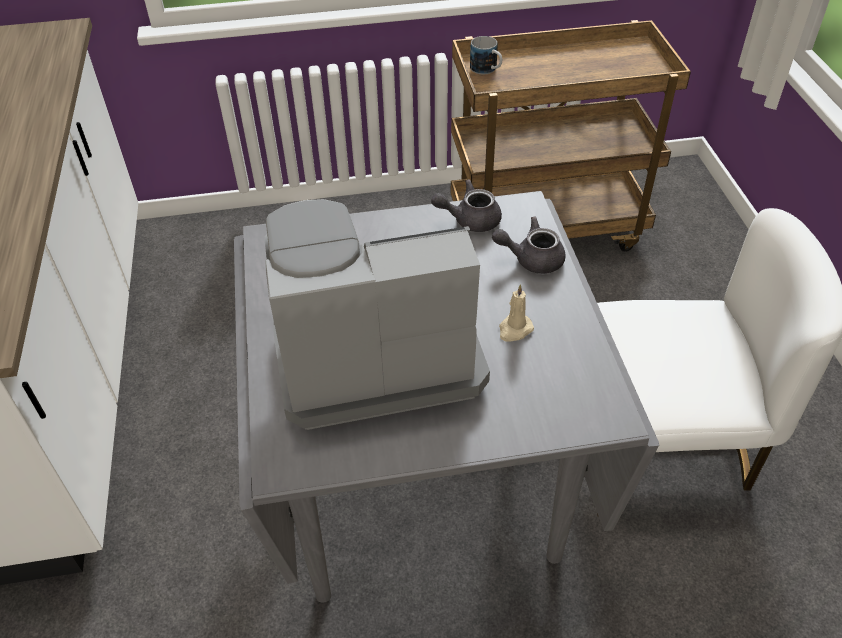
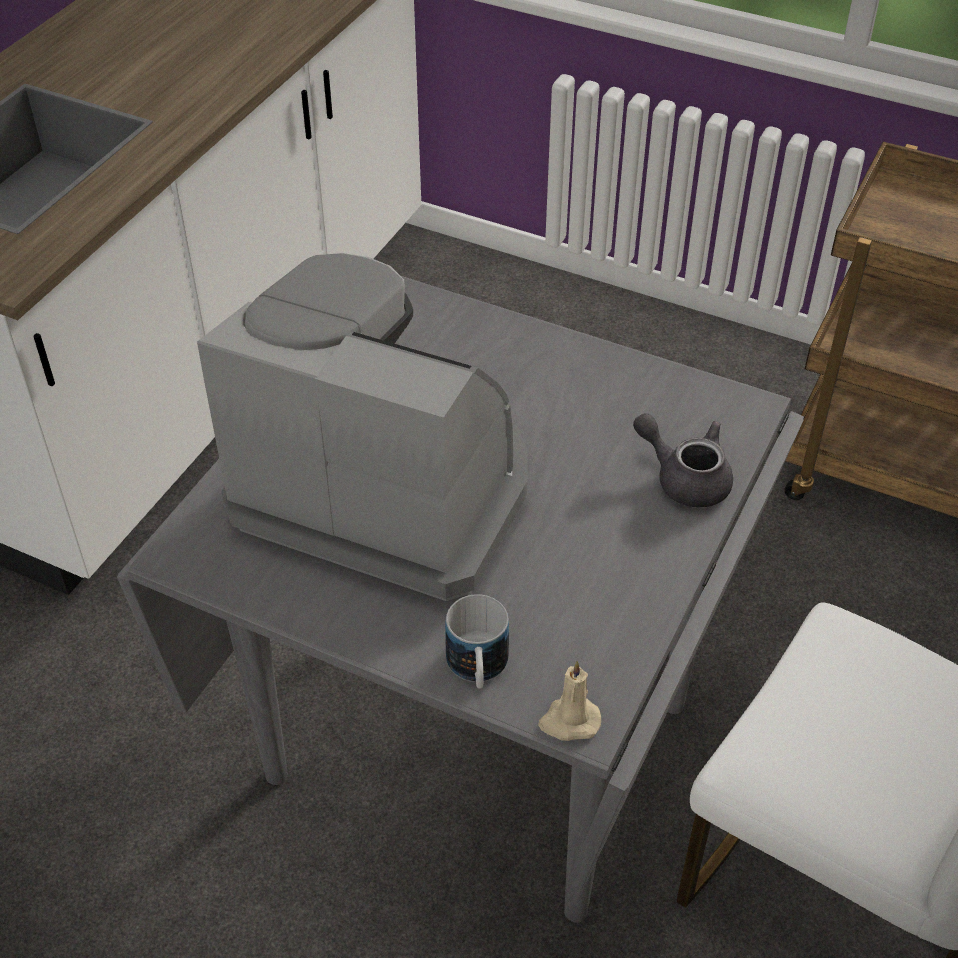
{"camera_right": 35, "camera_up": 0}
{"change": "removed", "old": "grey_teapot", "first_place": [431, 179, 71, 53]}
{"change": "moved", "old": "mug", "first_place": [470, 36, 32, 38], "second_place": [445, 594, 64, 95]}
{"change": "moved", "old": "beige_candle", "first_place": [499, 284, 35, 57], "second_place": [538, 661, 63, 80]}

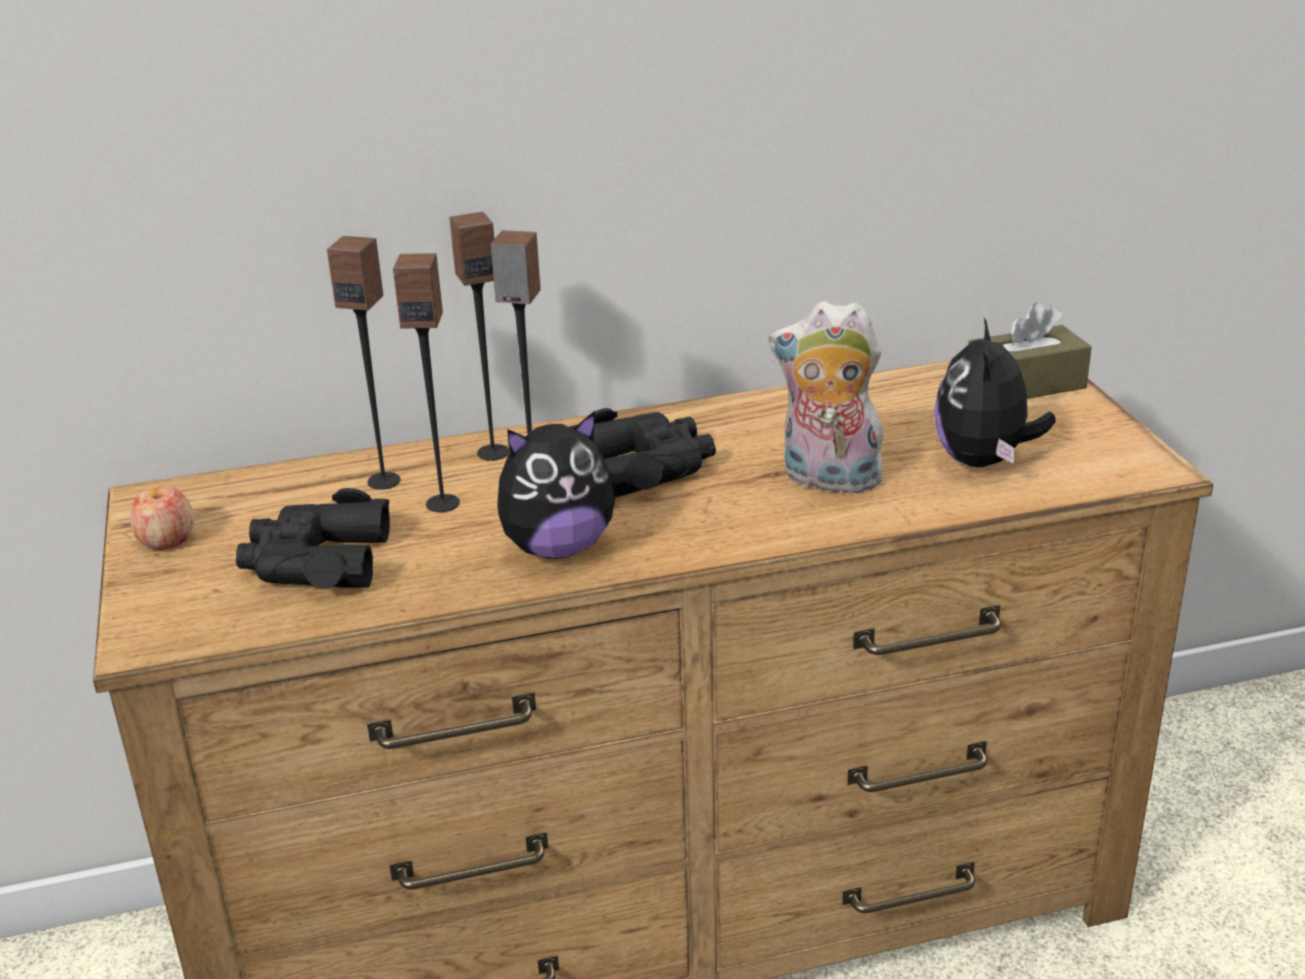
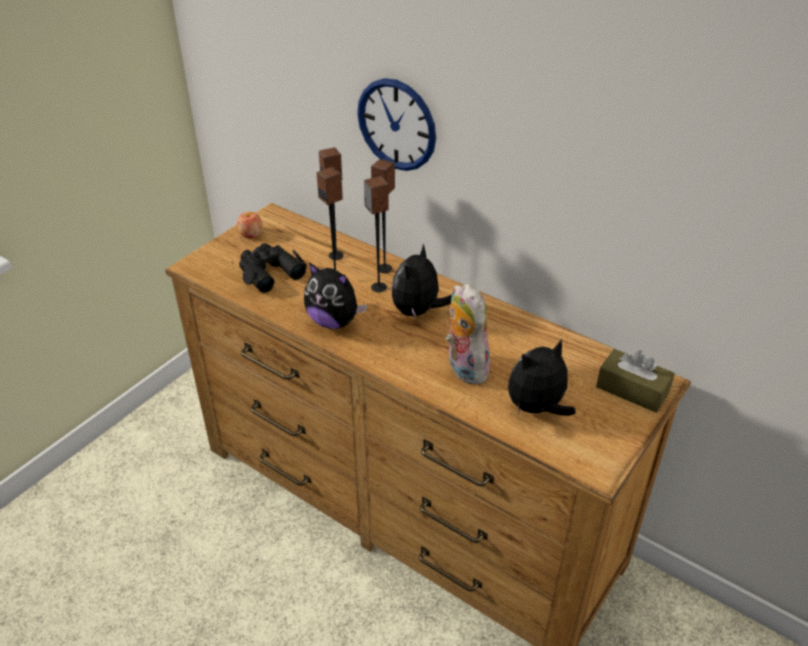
{"camera_right": 50, "camera_up": 10}
{"change": "replaced", "old": "black_binoculars", "new": "plush_toy", "first_place": [570, 408, 146, 89], "second_place": [392, 244, 60, 76]}
{"change": "added", "new": "wall_clock", "second_place": [357, 78, 79, 93]}

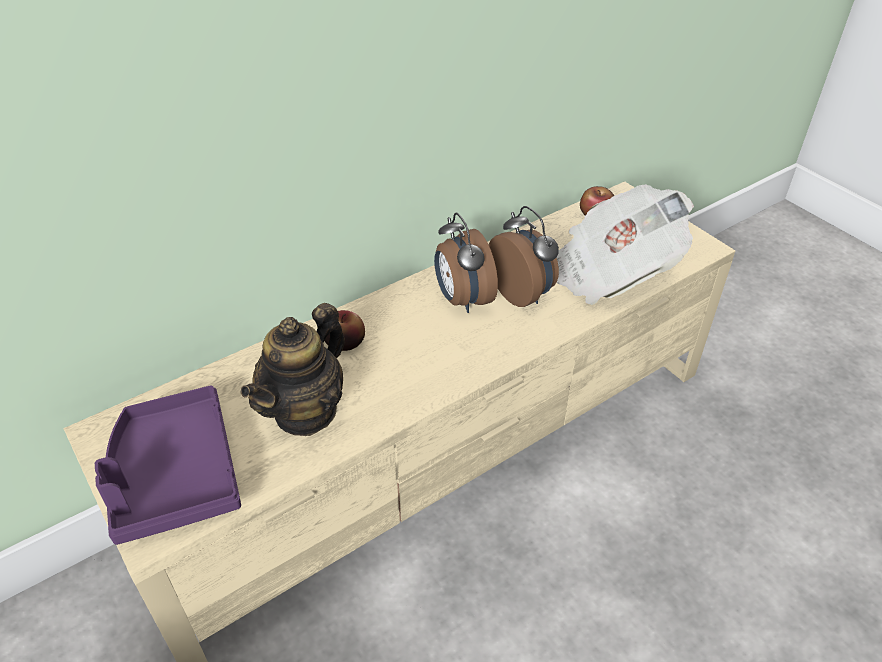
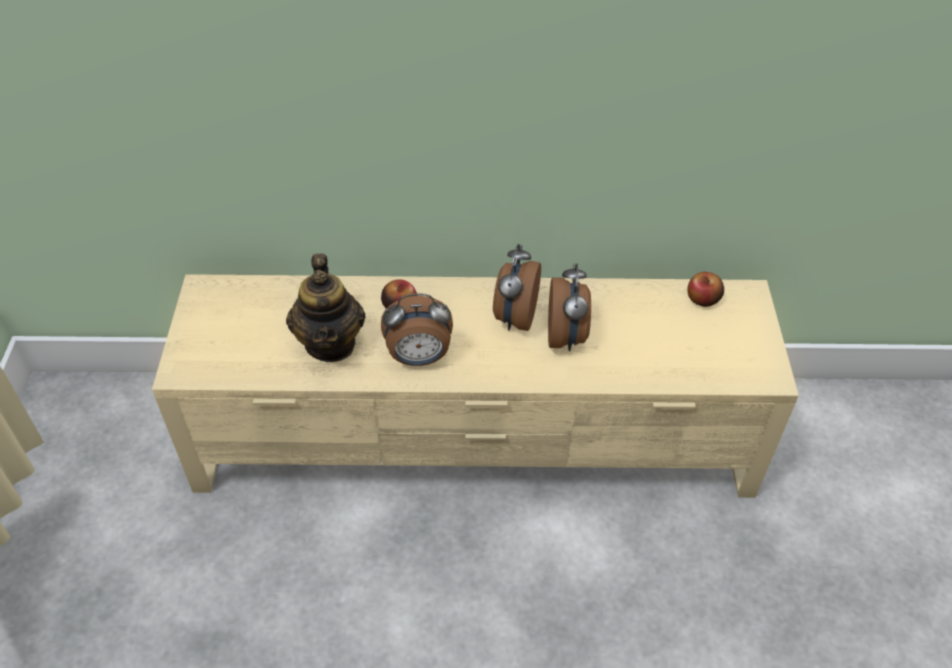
{"camera_right": 35, "camera_up": 5}
{"change": "removed", "old": "purple_tray", "first_place": [95, 385, 146, 160]}
{"change": "turned", "old": "teapot", "first_place": [240, 303, 105, 133], "second_place": [286, 253, 80, 109], "degrees": -75}
{"change": "removed", "old": "newspaper", "first_place": [556, 184, 138, 121]}
{"change": "added", "new": "alarm_clock", "second_place": [381, 293, 72, 73]}

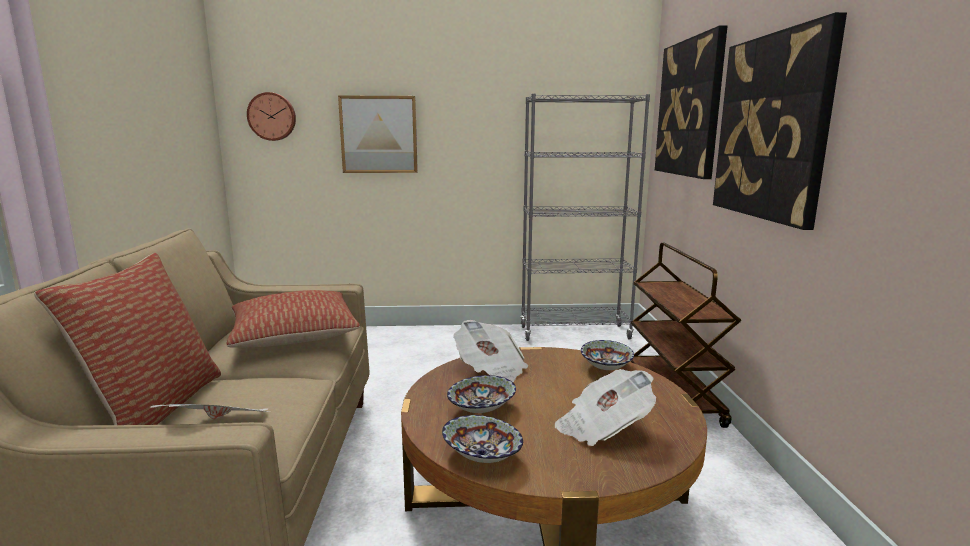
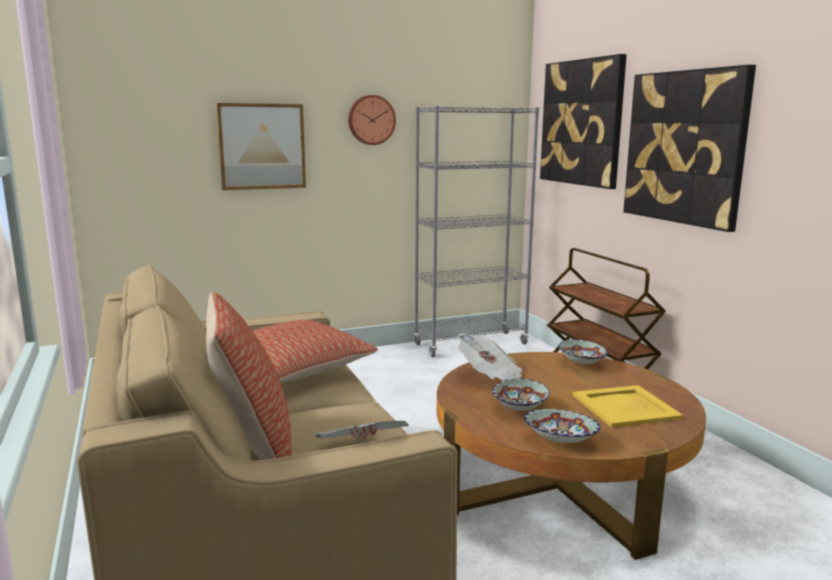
{"camera_right": -20, "camera_up": 0}
{"change": "moved", "old": "wall_clock", "first_place": [247, 92, 49, 49], "second_place": [348, 95, 48, 50]}
{"change": "replaced", "old": "newspaper", "new": "yellow_tray", "first_place": [555, 369, 101, 77], "second_place": [573, 385, 110, 43]}

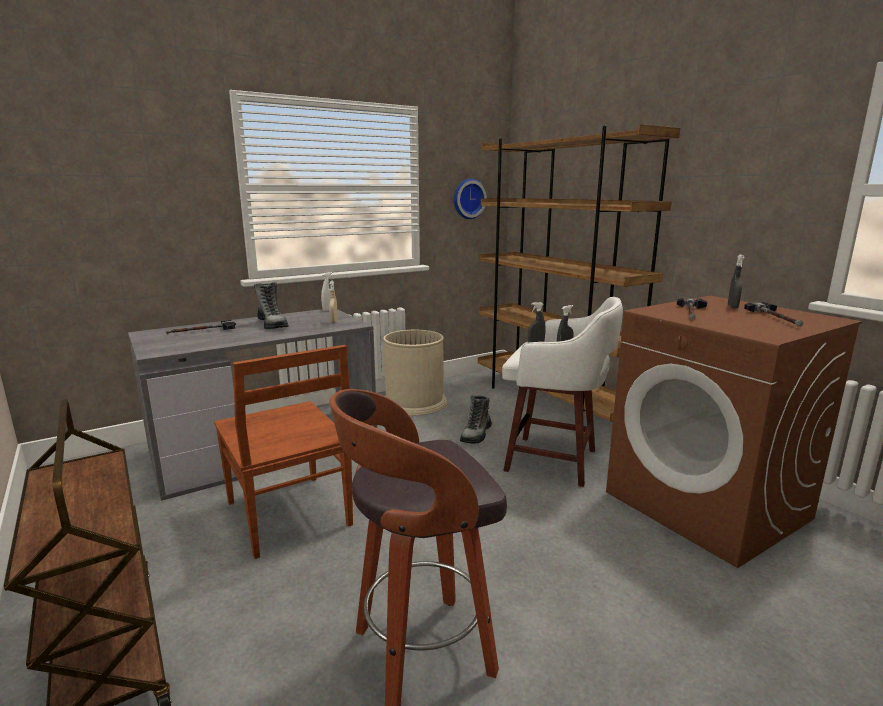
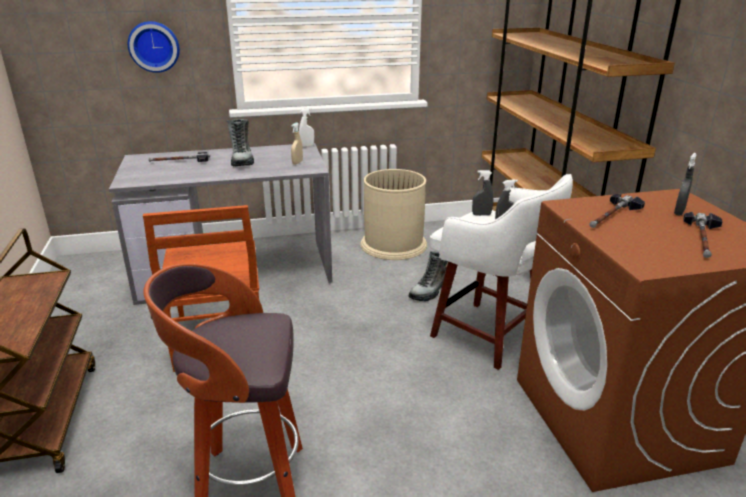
{"camera_right": 20, "camera_up": 10}
{"change": "moved", "old": "wall_clock", "first_place": [454, 179, 33, 40], "second_place": [128, 21, 52, 52]}

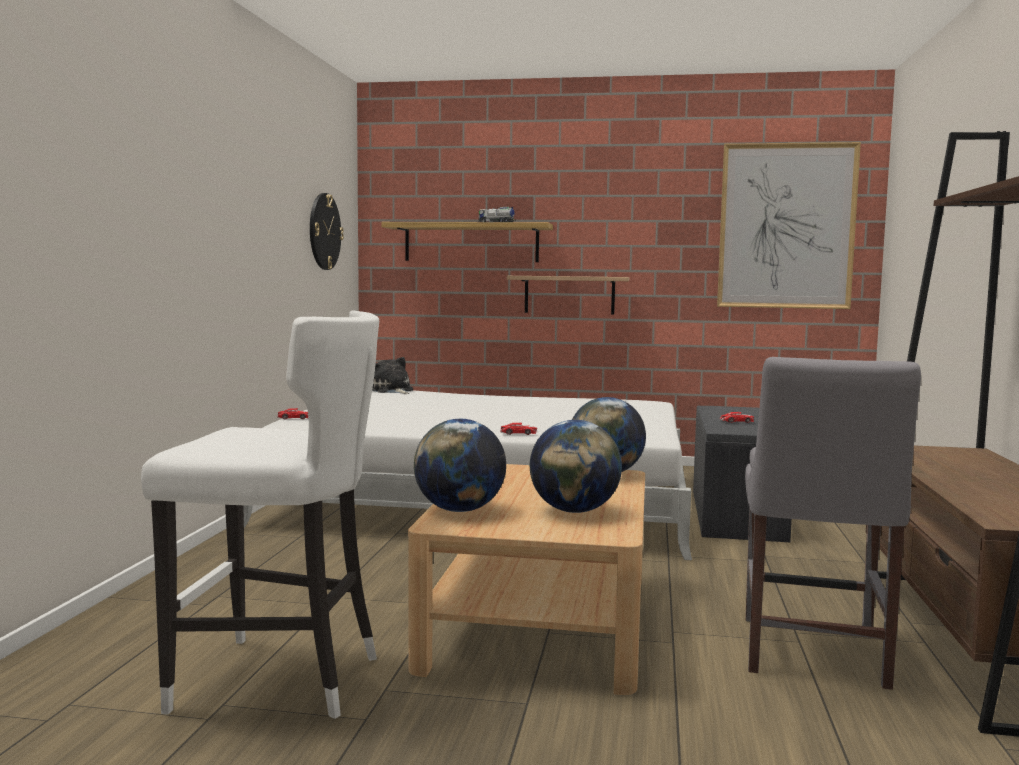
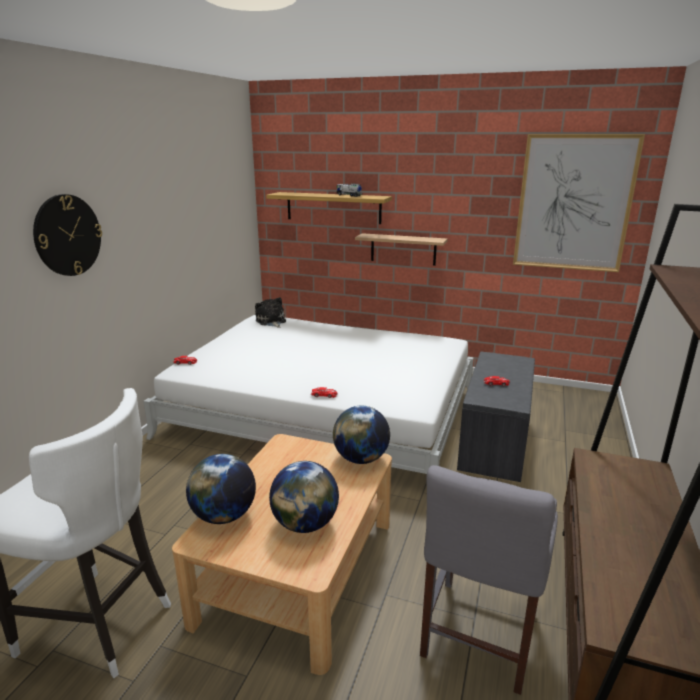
{"camera_right": 10, "camera_up": 15}
{"change": "moved", "old": "wall_clock", "first_place": [310, 193, 34, 77], "second_place": [33, 194, 69, 82]}

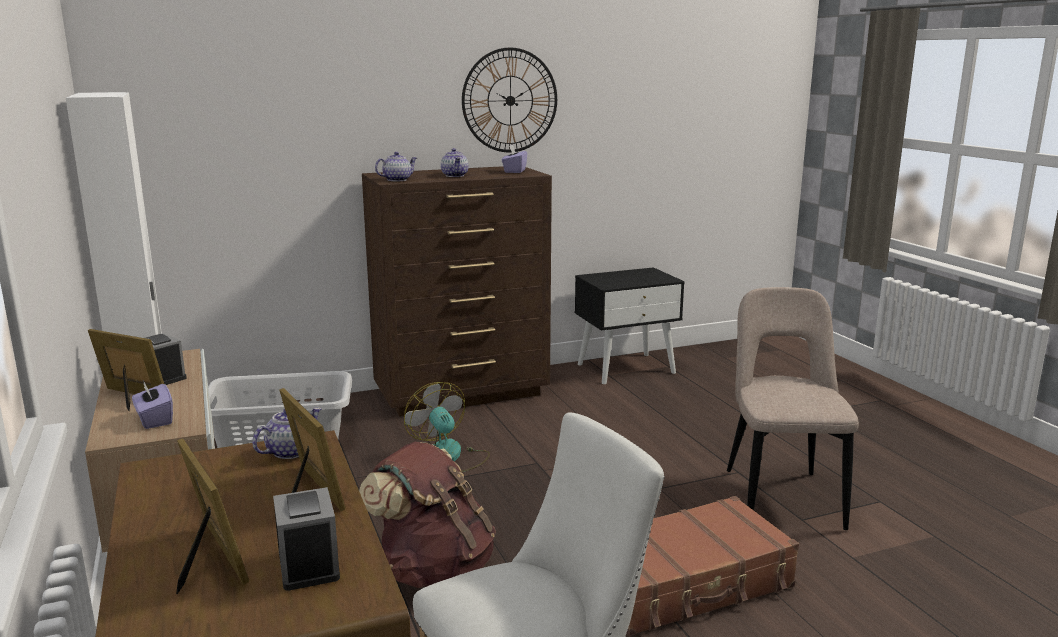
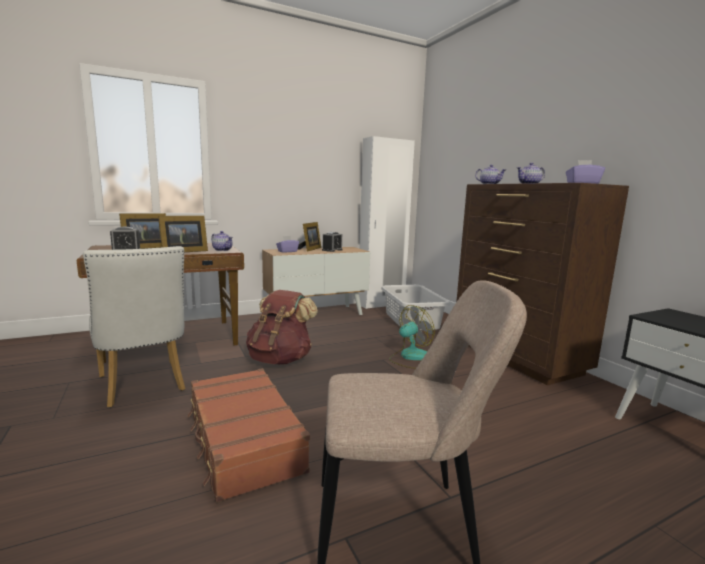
{"camera_right": 85, "camera_up": -5}
{"change": "removed", "old": "wall_clock", "first_place": [462, 47, 95, 105]}

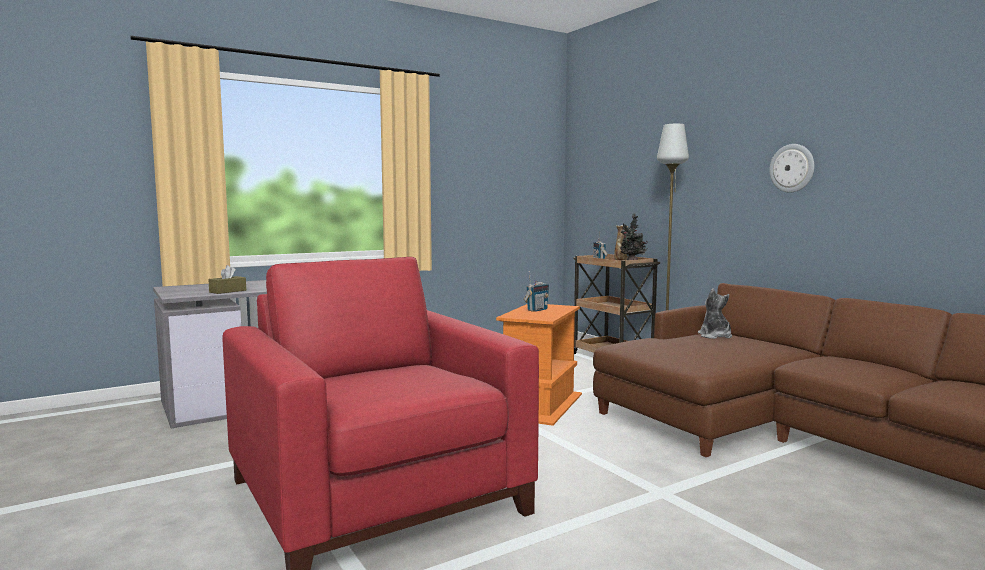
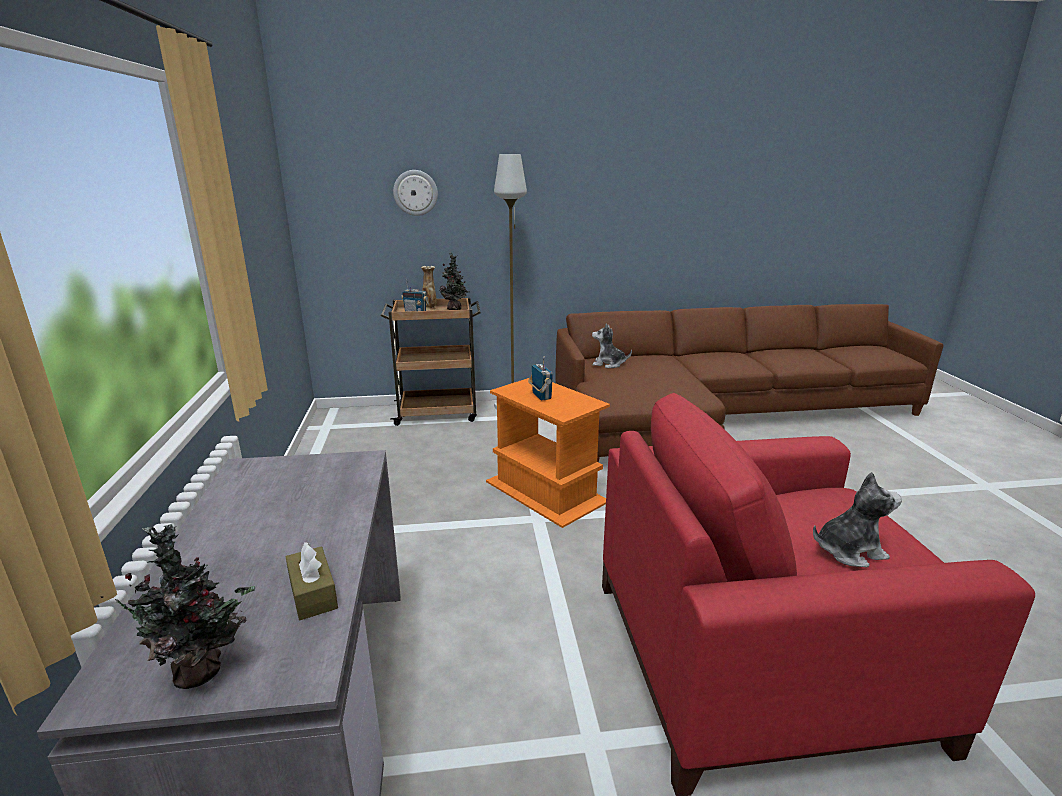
{"camera_right": -65, "camera_up": 15}
{"change": "moved", "old": "wall_clock", "first_place": [769, 144, 45, 49], "second_place": [393, 170, 45, 46]}
{"change": "added", "new": "potted_plant", "second_place": [100, 524, 155, 165]}
{"change": "added", "new": "plush_toy", "second_place": [813, 472, 89, 95]}

